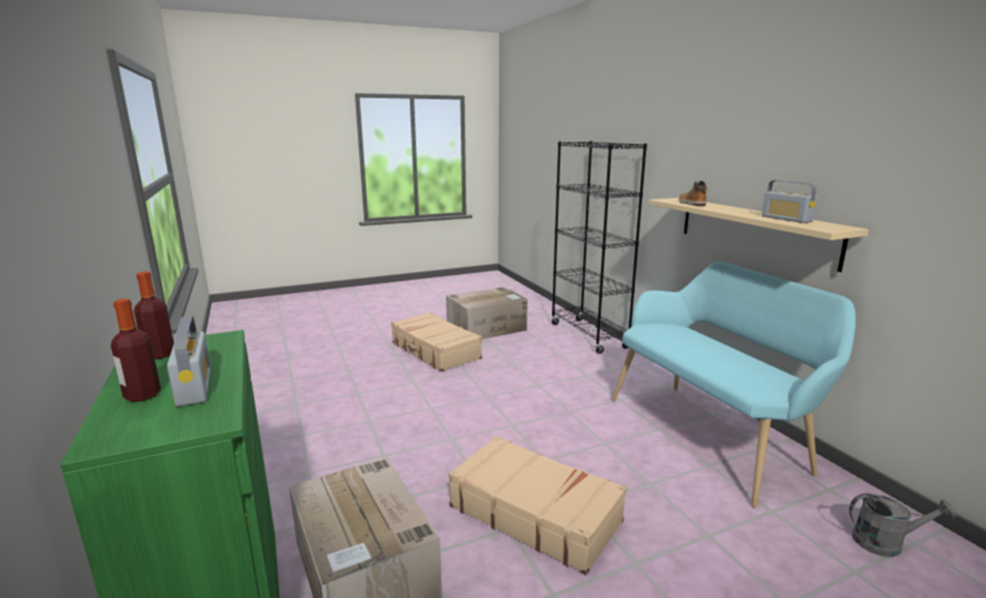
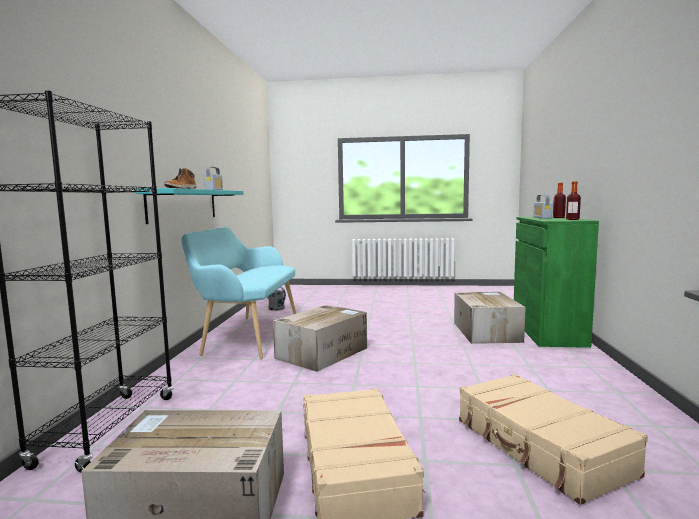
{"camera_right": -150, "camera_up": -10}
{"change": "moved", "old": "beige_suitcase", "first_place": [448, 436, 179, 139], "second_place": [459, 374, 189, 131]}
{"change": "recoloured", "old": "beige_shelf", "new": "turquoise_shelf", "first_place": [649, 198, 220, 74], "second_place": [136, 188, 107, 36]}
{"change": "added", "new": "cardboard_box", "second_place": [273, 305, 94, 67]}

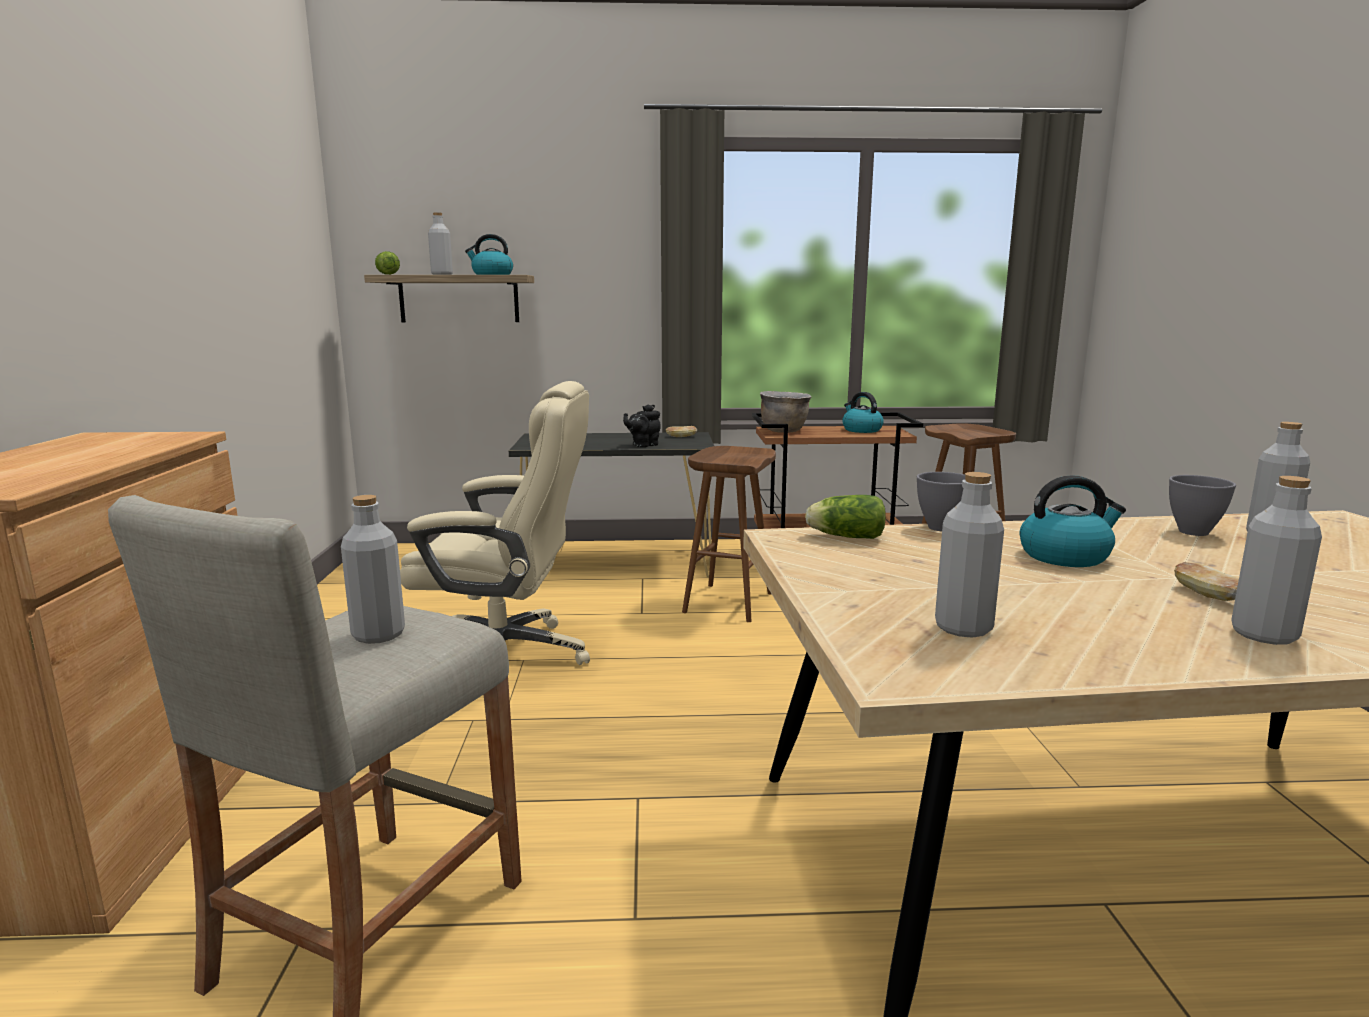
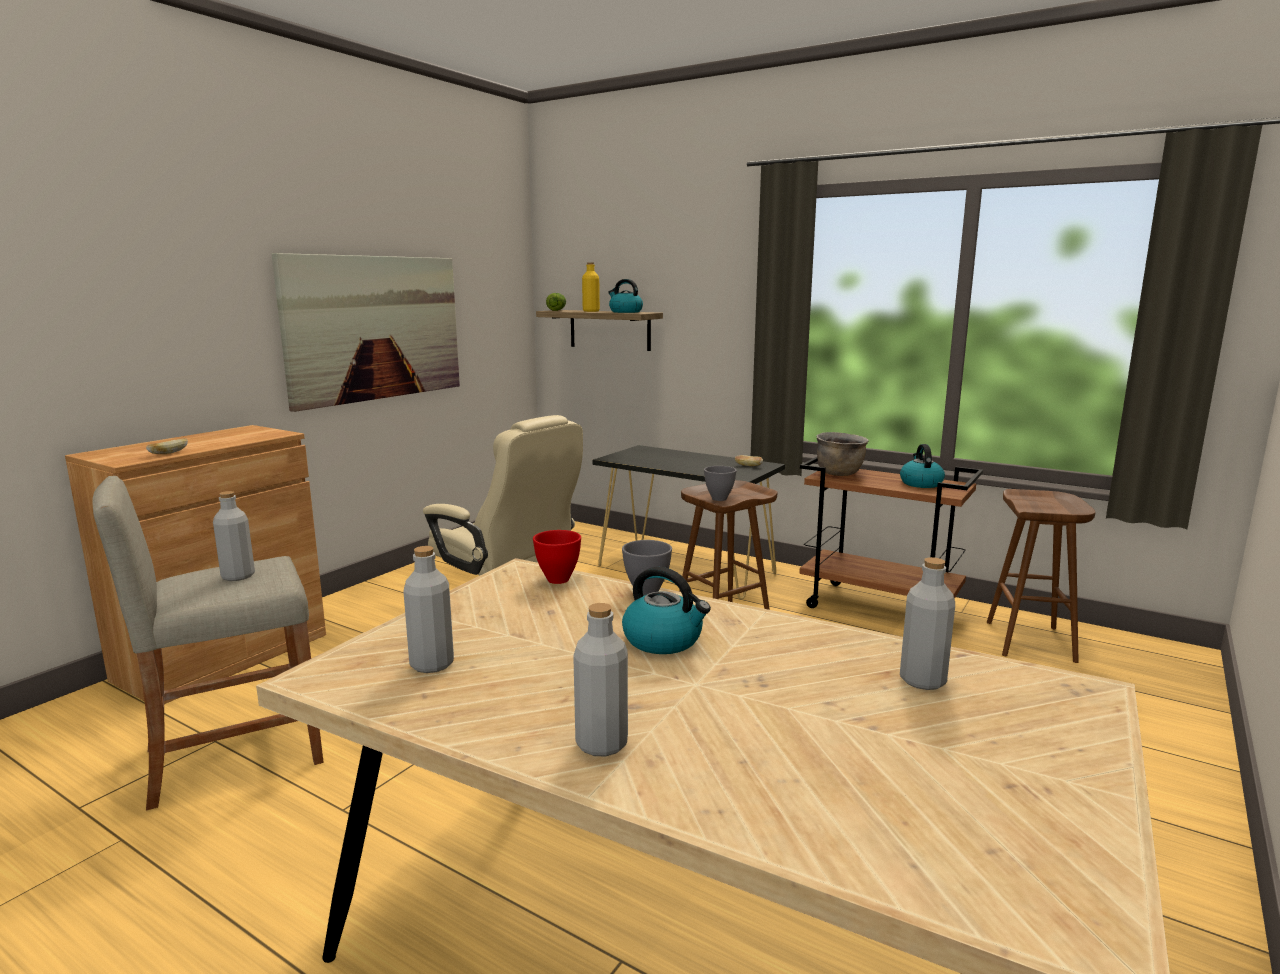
{"camera_right": 35, "camera_up": 0}
{"change": "recoloured", "old": "grey_bottle", "new": "yellow_bottle", "first_place": [428, 212, 25, 63], "second_place": [582, 262, 18, 50]}
{"change": "removed", "old": "black_teapot", "first_place": [623, 404, 38, 43]}
{"change": "replaced", "old": "lettuce", "new": "red_bowl", "first_place": [805, 495, 81, 44], "second_place": [533, 530, 48, 54]}
{"change": "moved", "old": "grey_bowl", "first_place": [1169, 475, 67, 61], "second_place": [704, 466, 33, 35]}
{"change": "moved", "old": "bread", "first_place": [1174, 562, 65, 39], "second_place": [146, 438, 42, 16]}
{"change": "added", "new": "picture", "second_place": [272, 253, 188, 159]}

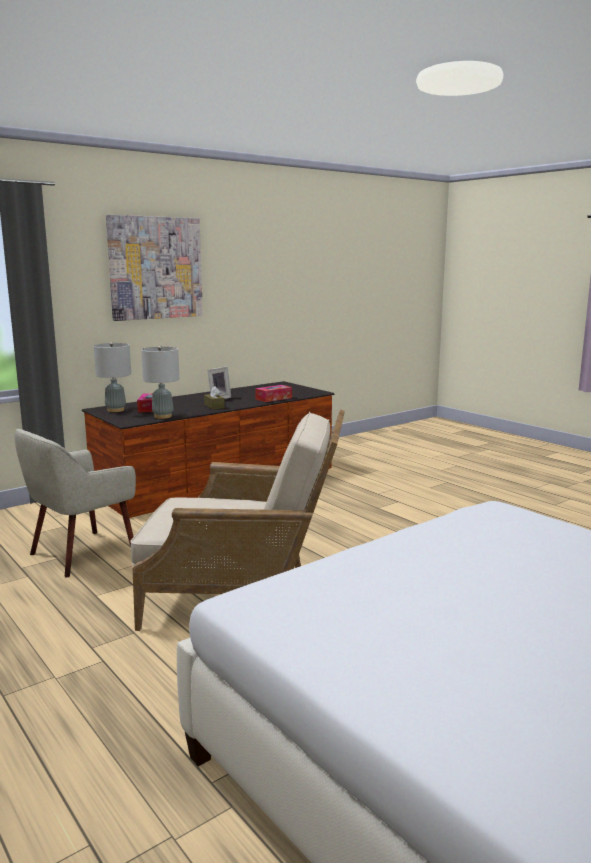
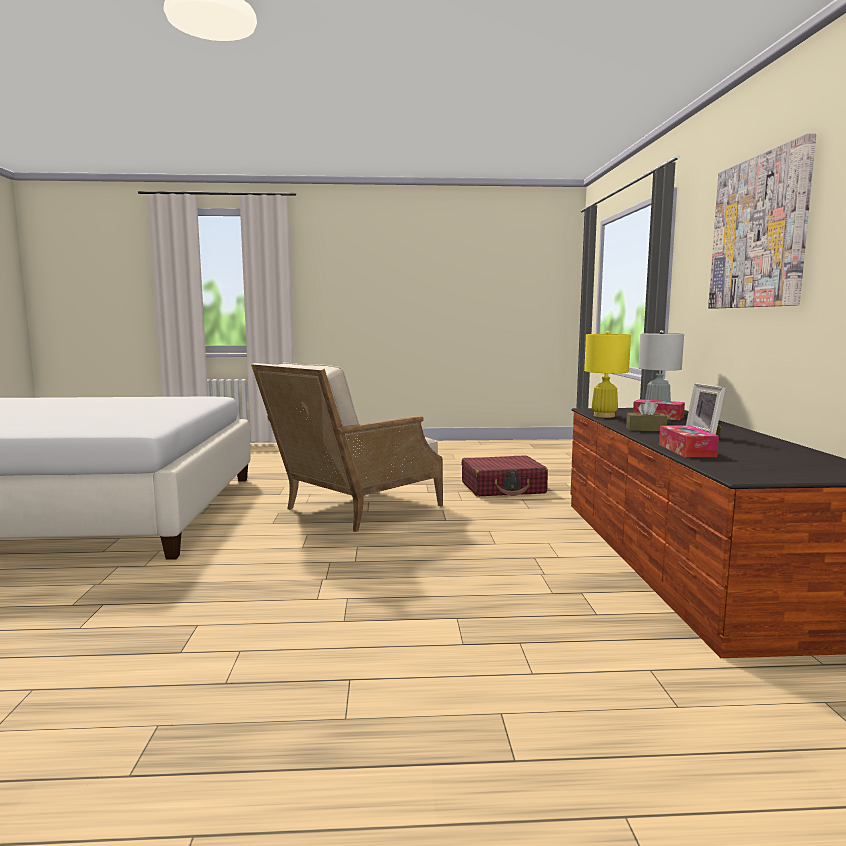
{"camera_right": 125, "camera_up": -5}
{"change": "replaced", "old": "beige_armchair", "new": "red_suitcase", "first_place": [14, 429, 122, 148], "second_place": [462, 455, 86, 41]}
{"change": "recoloured", "old": "grey_table_lamp", "new": "yellow_table_lamp", "first_place": [141, 346, 39, 73], "second_place": [584, 331, 47, 87]}

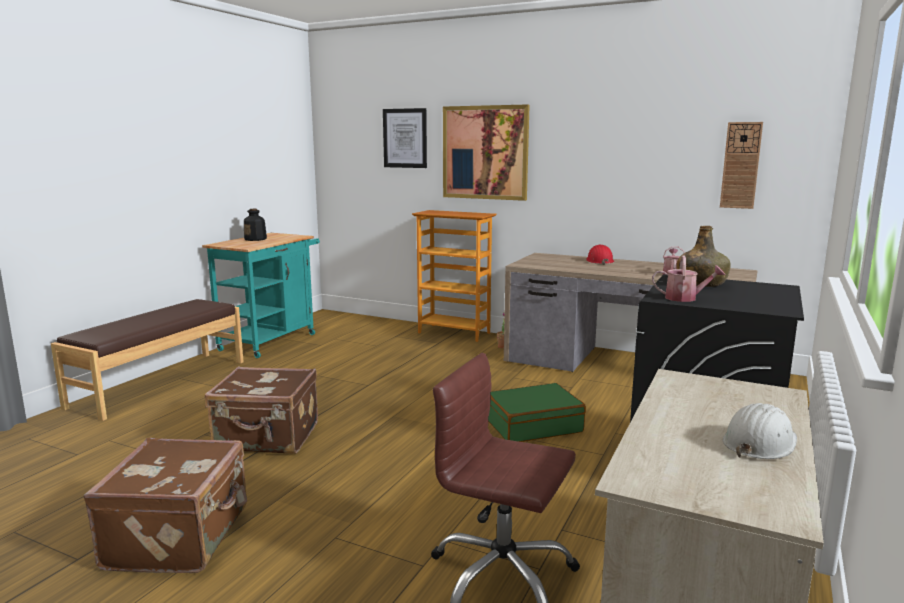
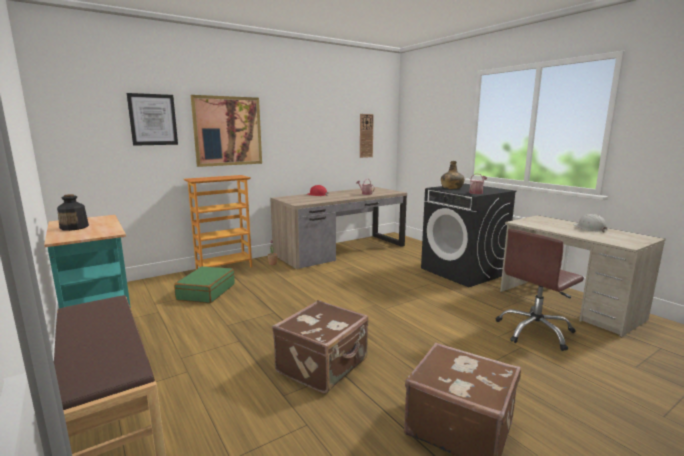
{"camera_right": -60, "camera_up": 0}
{"change": "moved", "old": "green_suitcase", "first_place": [488, 383, 98, 59], "second_place": [174, 266, 61, 37]}

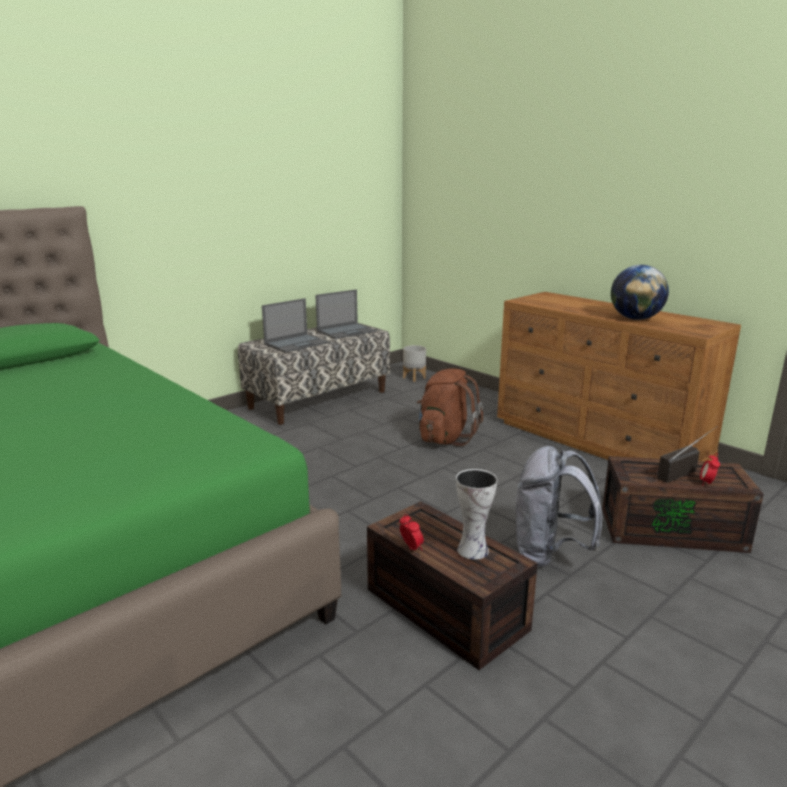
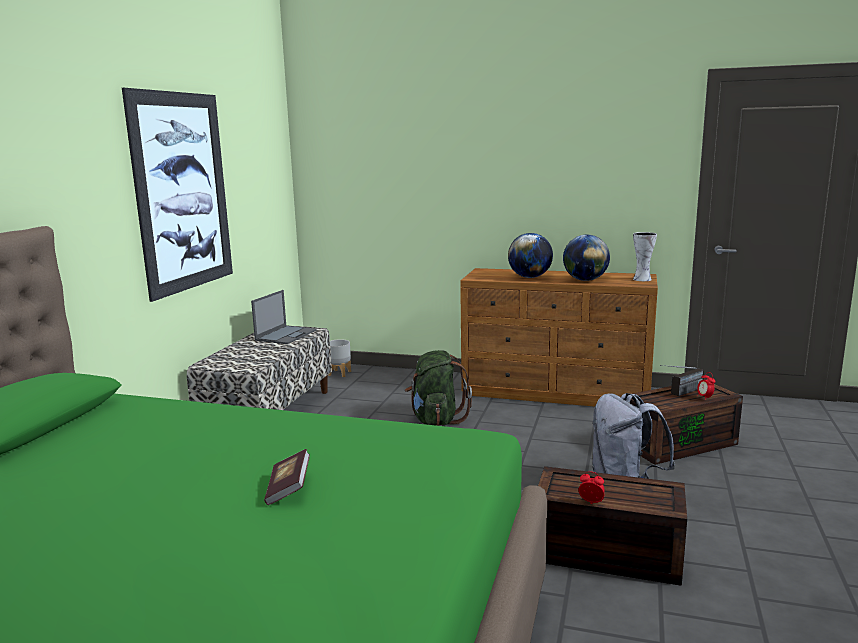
{"camera_right": -30, "camera_up": -5}
{"change": "removed", "old": "laptop", "first_place": [262, 298, 66, 55]}
{"change": "recoloured", "old": "brown_backpack", "new": "green_backpack", "first_place": [417, 368, 66, 78], "second_place": [405, 350, 67, 76]}
{"change": "moved", "old": "vase", "first_place": [456, 469, 41, 91], "second_place": [633, 232, 24, 49]}
{"change": "turned", "old": "radio", "first_place": [657, 426, 61, 57], "second_place": [660, 365, 44, 31], "degrees": -150}
{"change": "added", "new": "picture", "second_place": [122, 88, 111, 214]}
{"change": "added", "new": "book", "second_place": [264, 449, 46, 56]}
{"change": "added", "new": "globe", "second_place": [508, 233, 45, 45]}

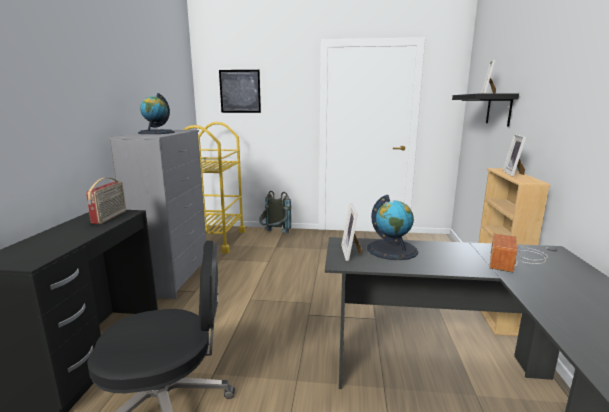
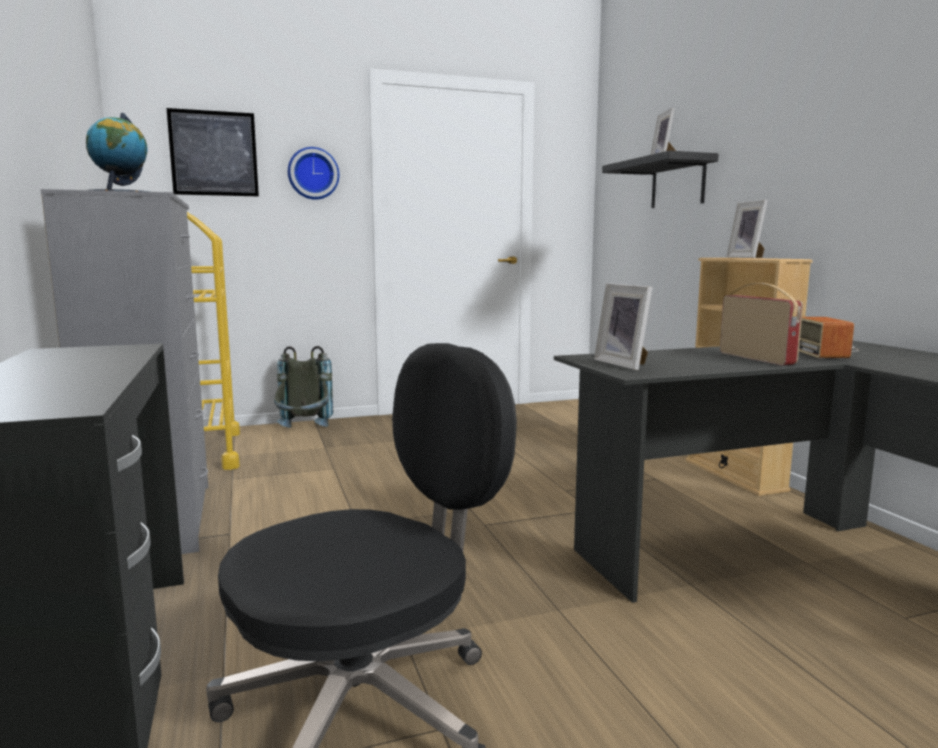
{"camera_right": -25, "camera_up": -5}
{"change": "moved", "old": "radio", "first_place": [86, 178, 40, 46], "second_place": [720, 283, 83, 82]}
{"change": "removed", "old": "globe", "first_place": [367, 195, 51, 65]}
{"change": "added", "new": "wall_clock", "second_place": [288, 147, 51, 53]}

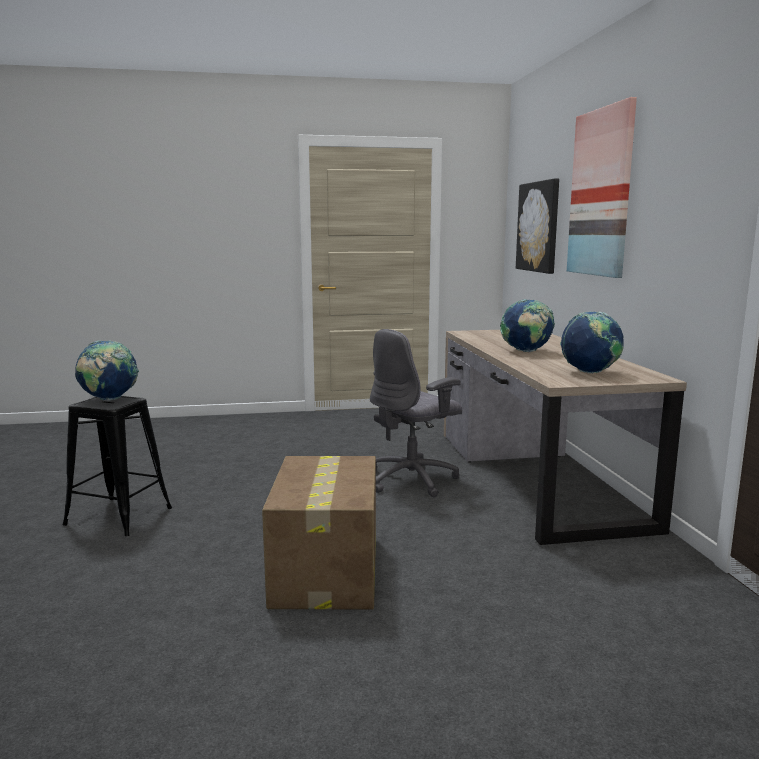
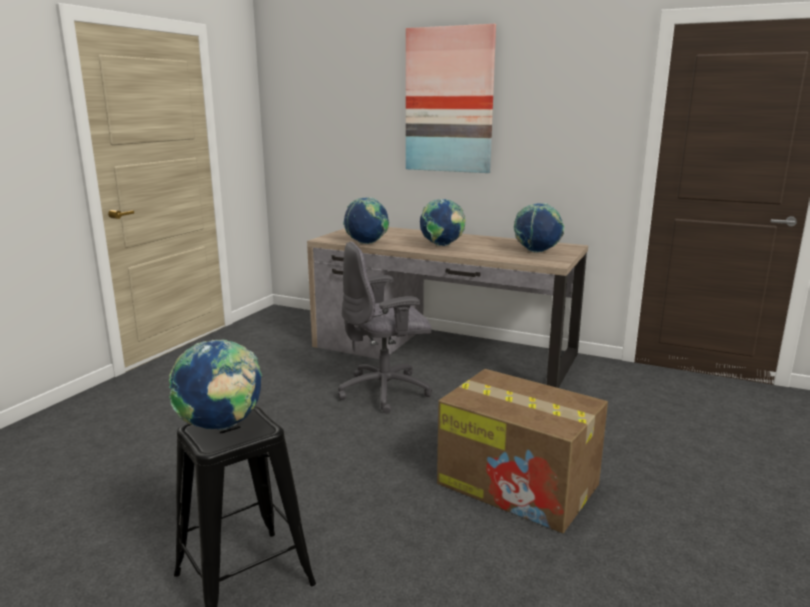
{"camera_right": -55, "camera_up": 5}
{"change": "turned", "old": "grey_office_chair", "first_place": [370, 329, 92, 168], "second_place": [338, 242, 94, 172], "degrees": 75}
{"change": "removed", "old": "picture", "first_place": [516, 179, 43, 95]}
{"change": "added", "new": "globe", "second_place": [343, 197, 46, 47]}

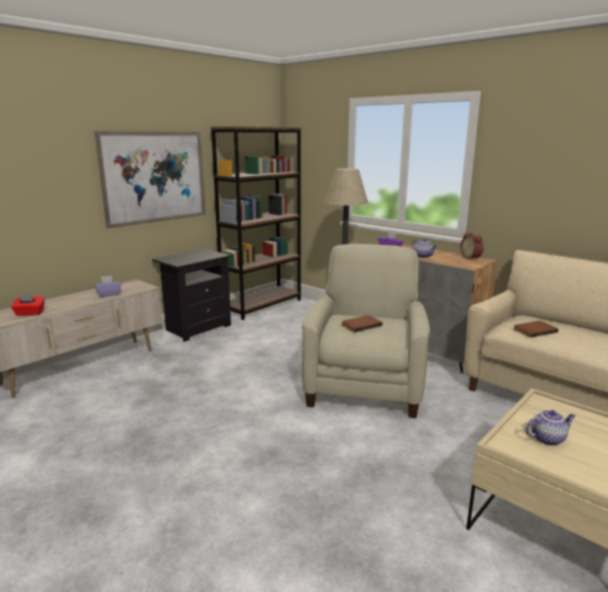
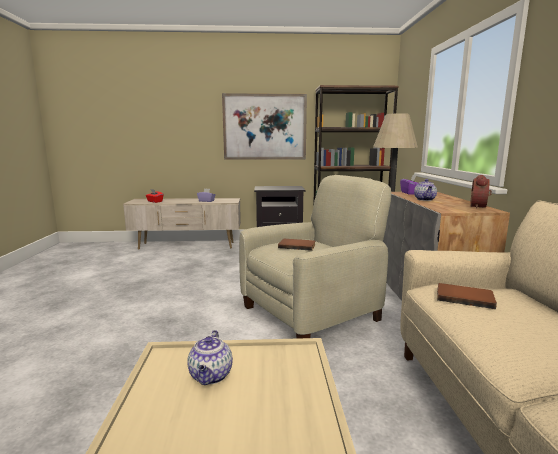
{"camera_right": 45, "camera_up": -5}
{"change": "turned", "old": "teapot", "first_place": [525, 410, 50, 36], "second_place": [187, 330, 46, 55], "degrees": 60}

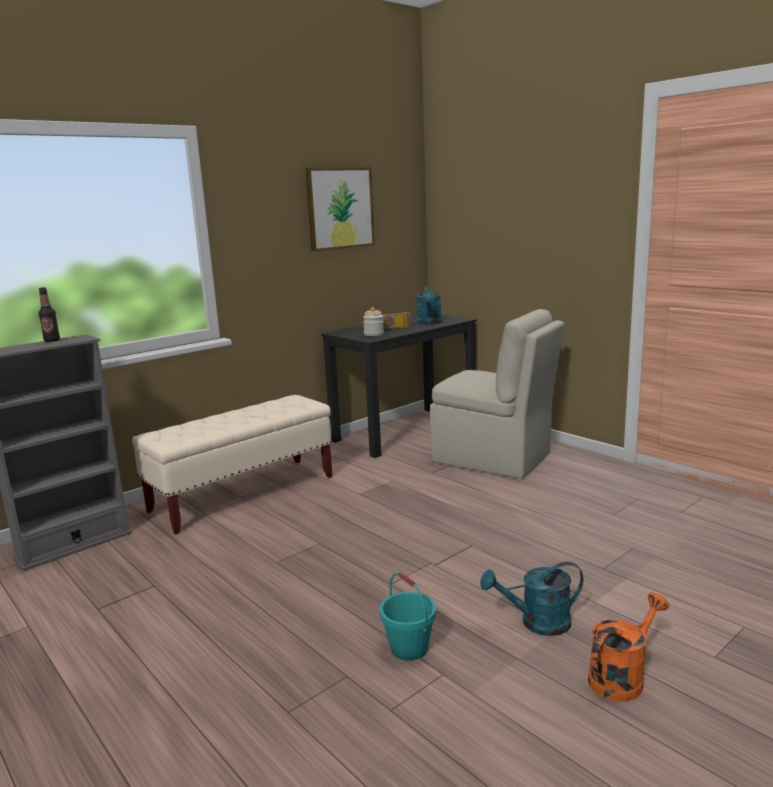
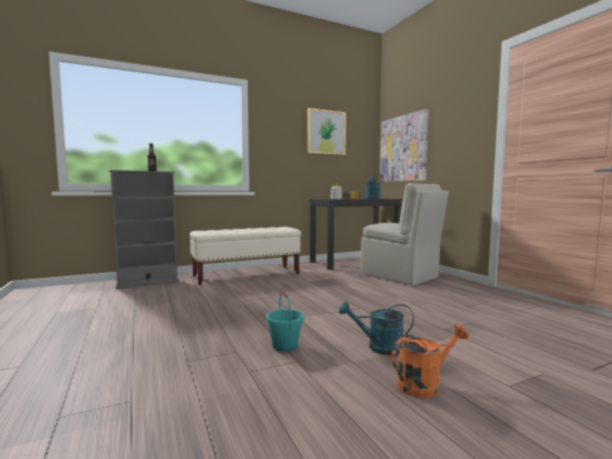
{"camera_right": 15, "camera_up": -10}
{"change": "added", "new": "picture", "second_place": [380, 109, 49, 73]}

